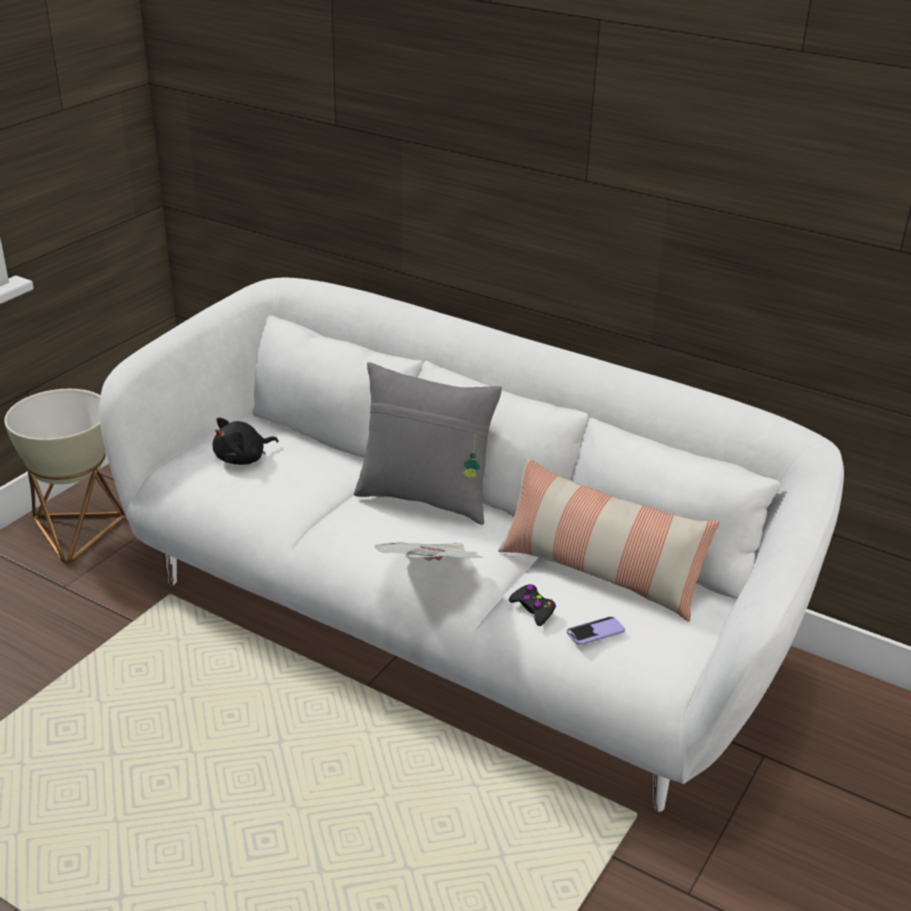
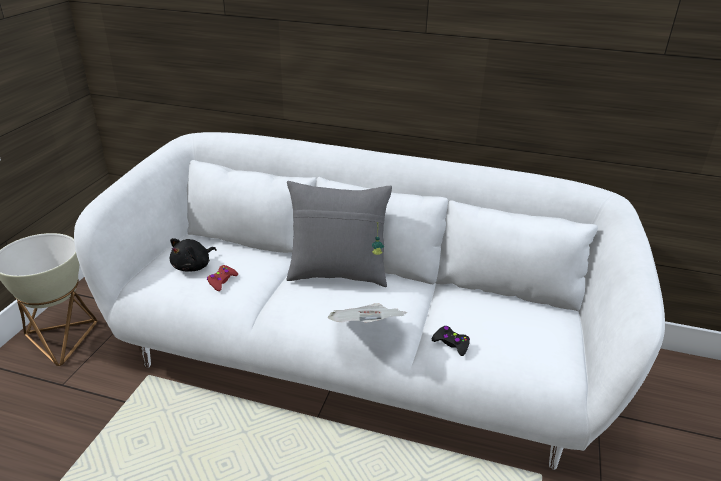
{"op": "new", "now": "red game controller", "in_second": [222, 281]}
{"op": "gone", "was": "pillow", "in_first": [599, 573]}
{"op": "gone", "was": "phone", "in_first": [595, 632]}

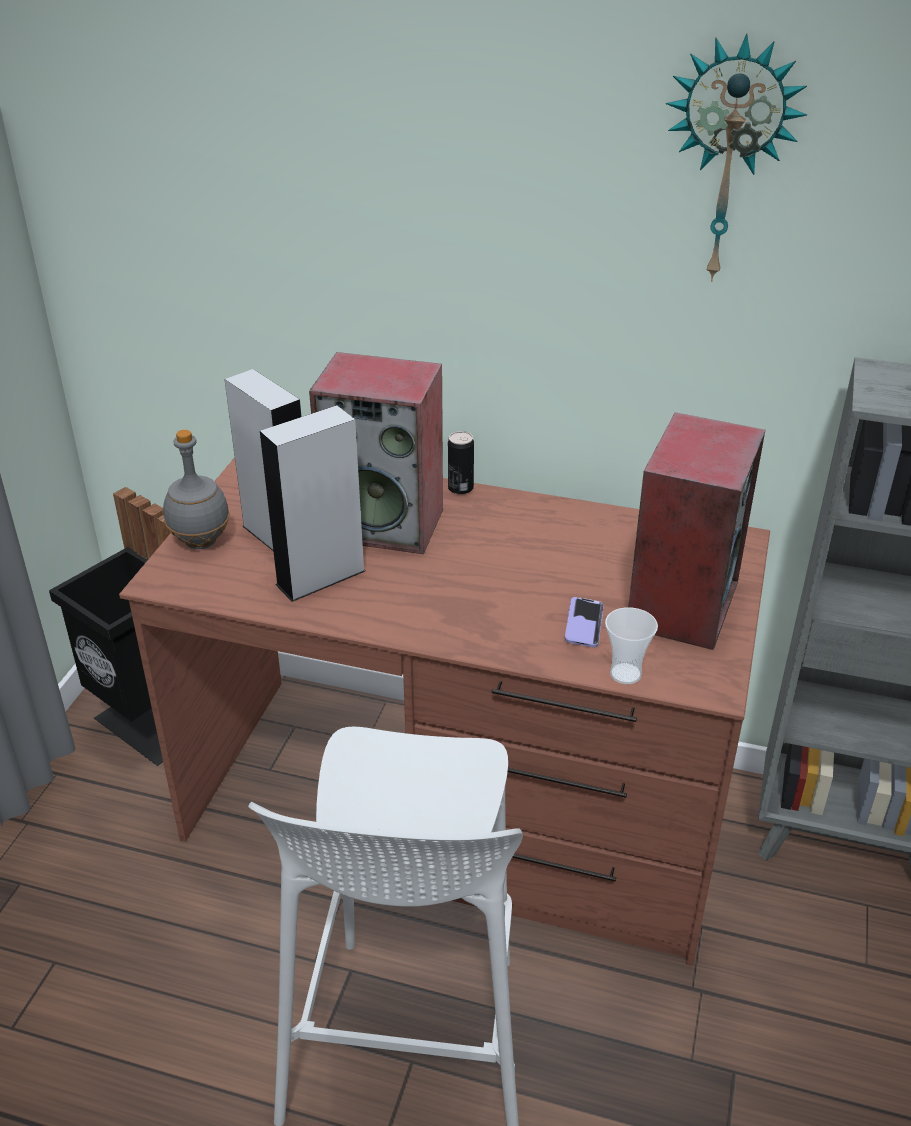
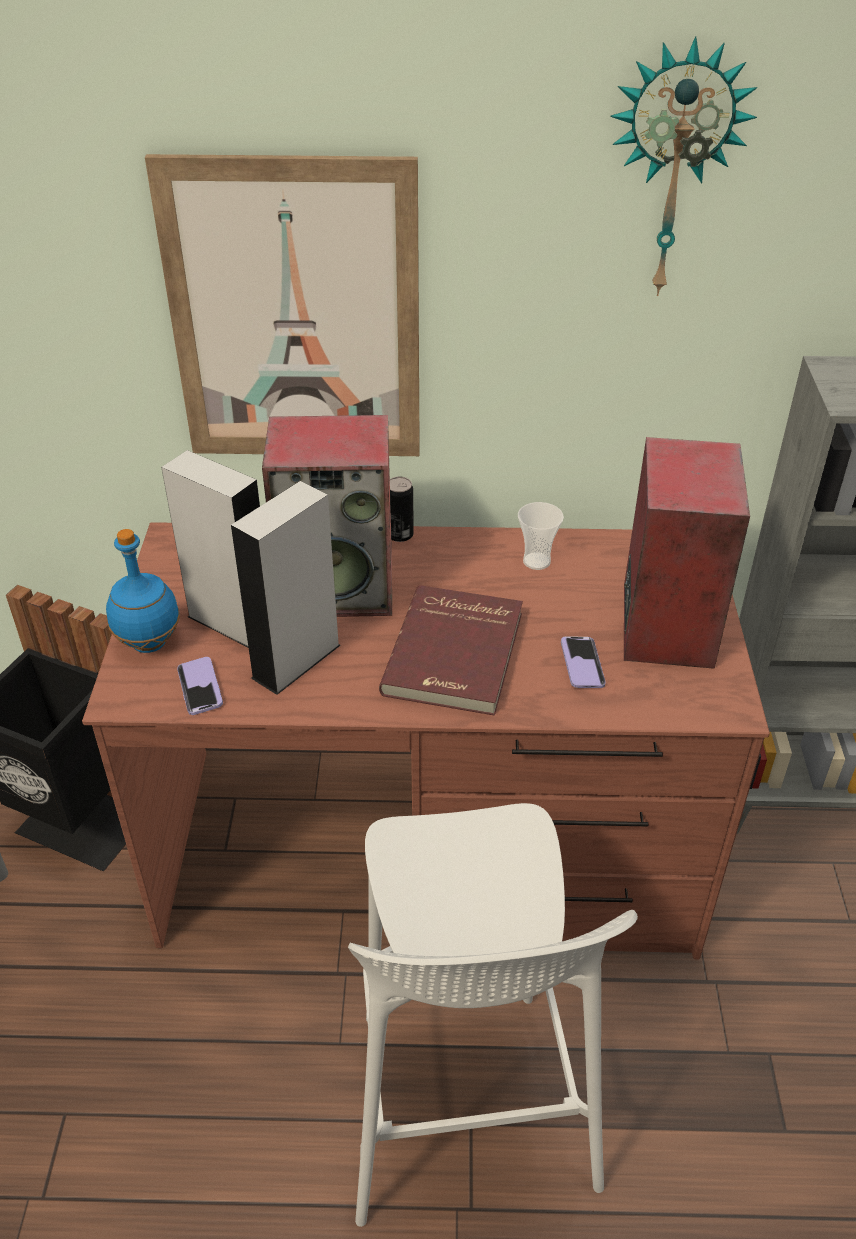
{"op": "repainted", "was": "grey bottle", "now": "blue bottle", "in_first": [202, 542], "in_second": [150, 643]}
{"op": "new", "now": "picture", "in_second": [295, 316]}
{"op": "new", "now": "phone", "in_second": [200, 687]}
{"op": "new", "now": "red book", "in_second": [457, 654]}
{"op": "shifted", "was": "cup", "in_first": [625, 674], "in_second": [536, 561]}

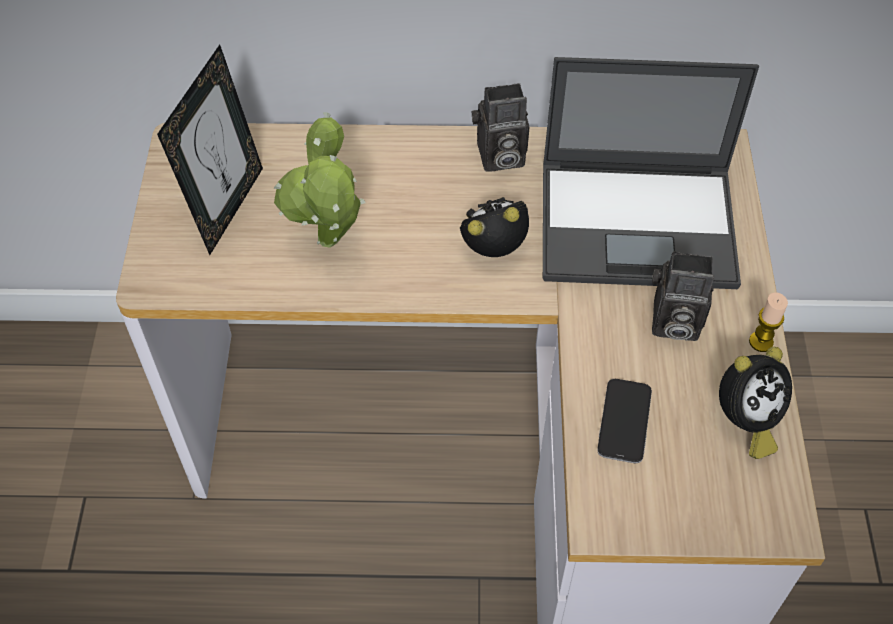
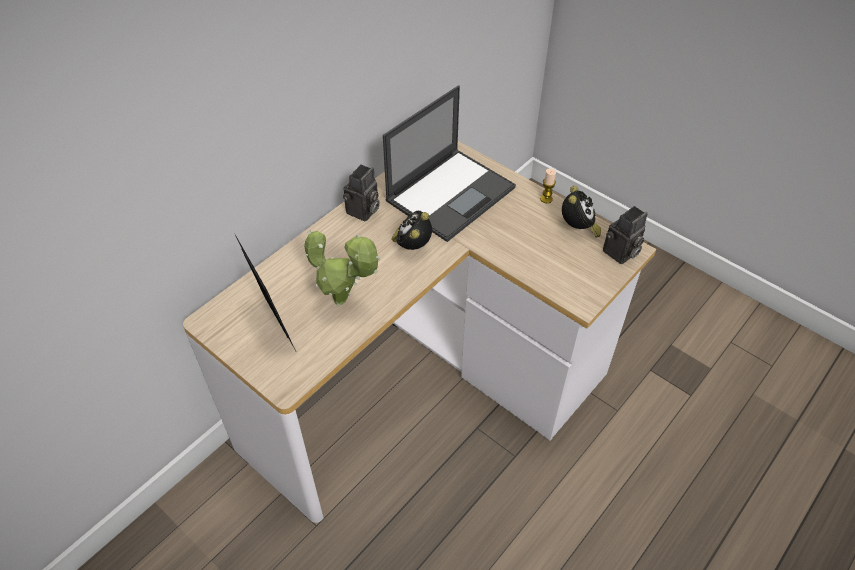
{"op": "shifted", "was": "photo camera", "in_first": [672, 323], "in_second": [620, 254]}
{"op": "gone", "was": "phone", "in_first": [624, 421]}

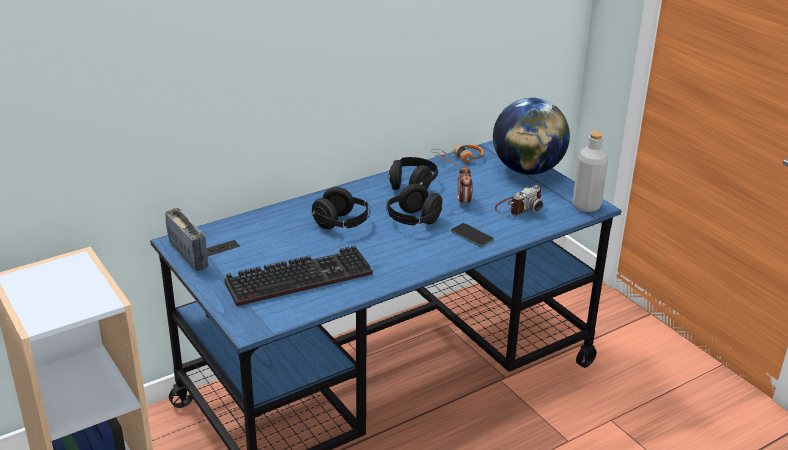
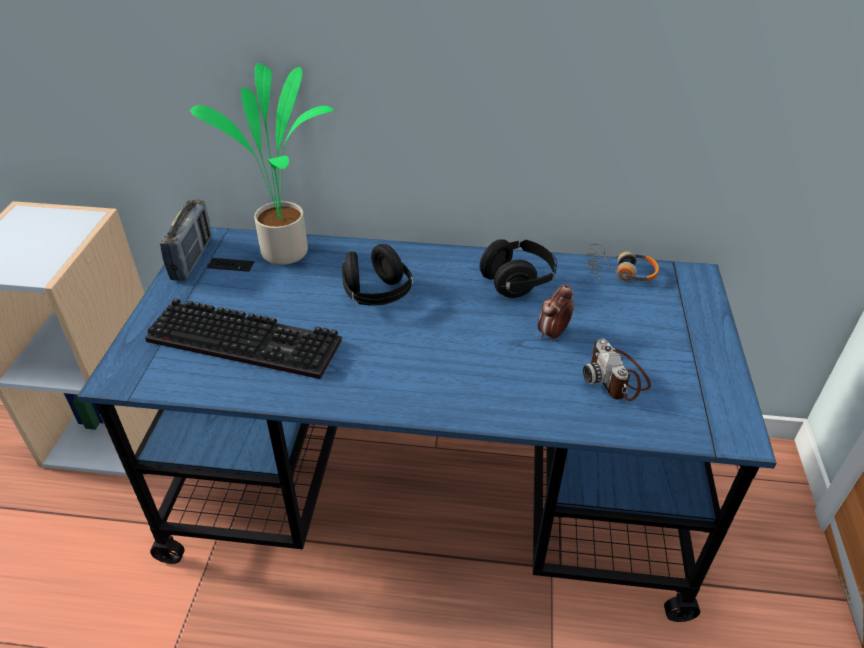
{"op": "new", "now": "potted plant", "in_second": [287, 251]}
{"op": "rotated", "was": "photo camera", "in_first": [518, 207], "in_second": [617, 377], "clockwise": 75}
{"op": "gone", "was": "black headphones", "in_first": [413, 221]}
{"op": "gone", "was": "phone", "in_first": [472, 235]}
{"op": "gone", "was": "globe", "in_first": [527, 170]}
{"op": "gone", "was": "grey bottle", "in_first": [586, 206]}

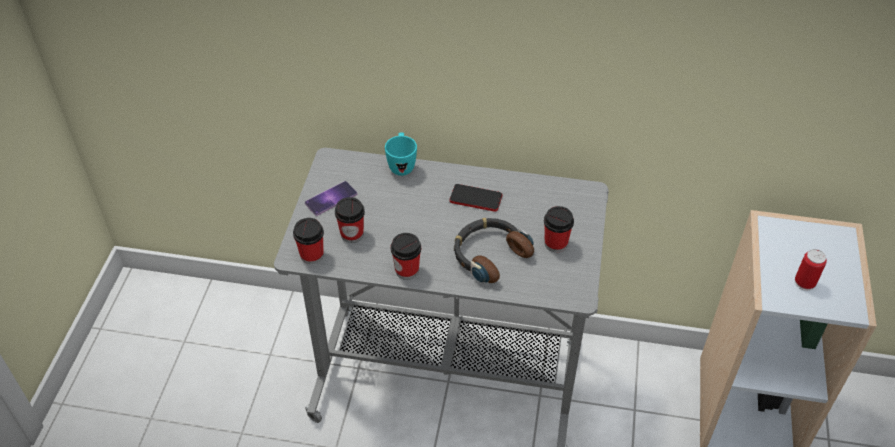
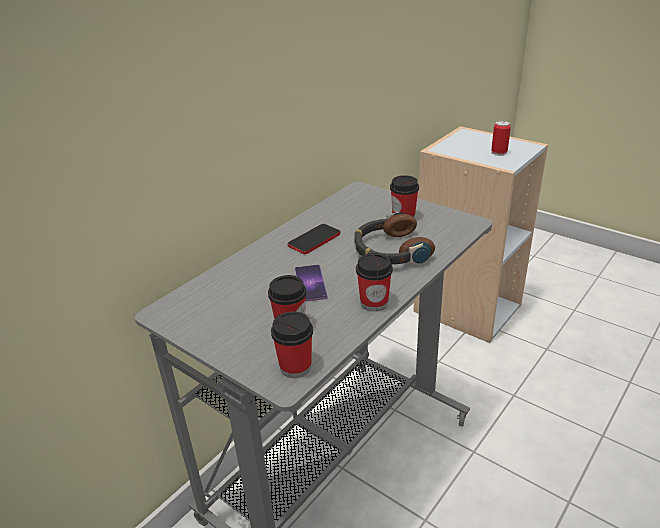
{"op": "shifted", "was": "phone", "in_first": [331, 198], "in_second": [310, 283]}
{"op": "gone", "was": "turquoise mug", "in_first": [401, 165]}

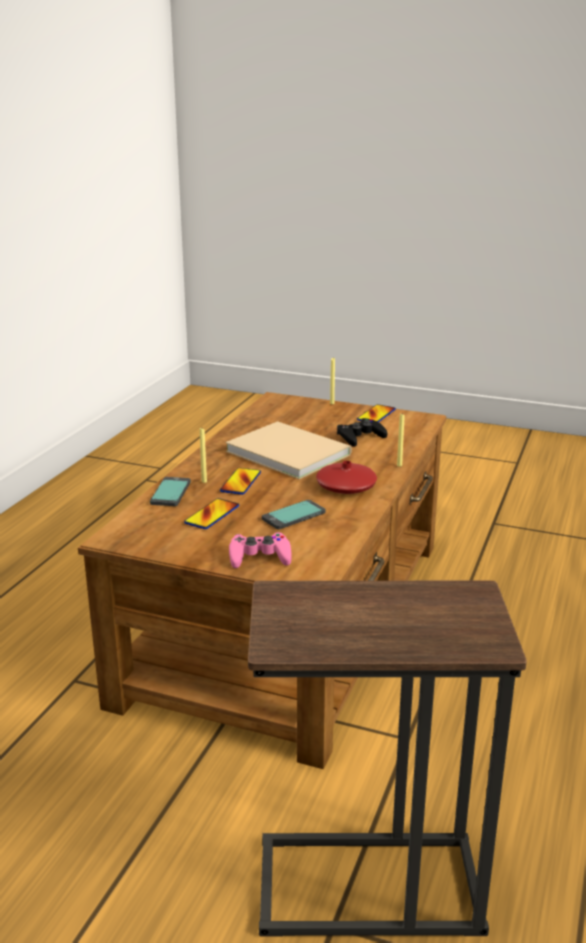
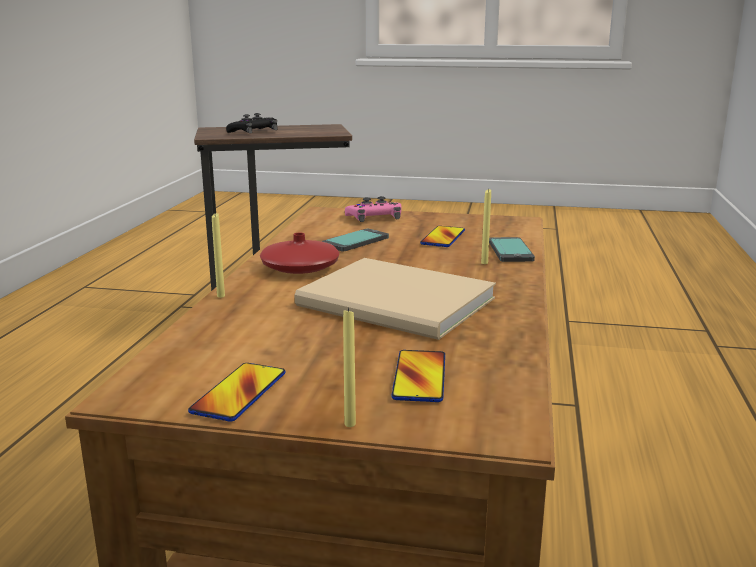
{"op": "shifted", "was": "black game controller", "in_first": [360, 437], "in_second": [253, 132]}
{"op": "shifted", "was": "phone", "in_first": [240, 482], "in_second": [419, 377]}

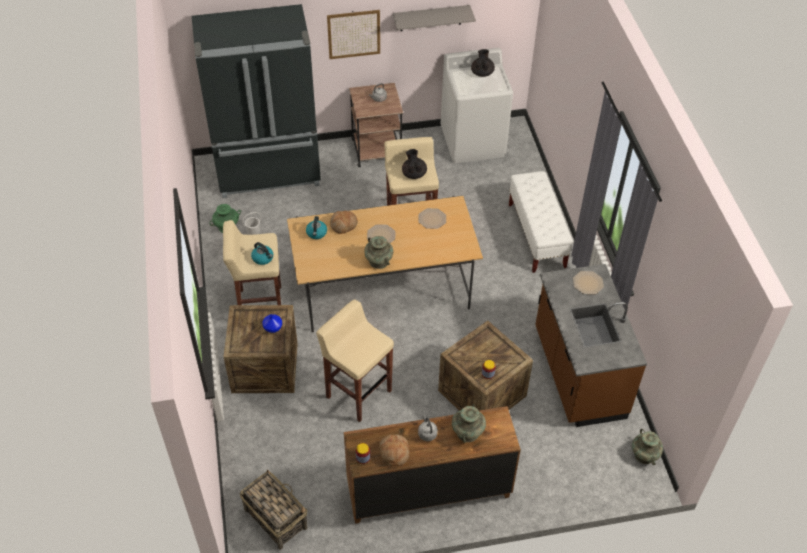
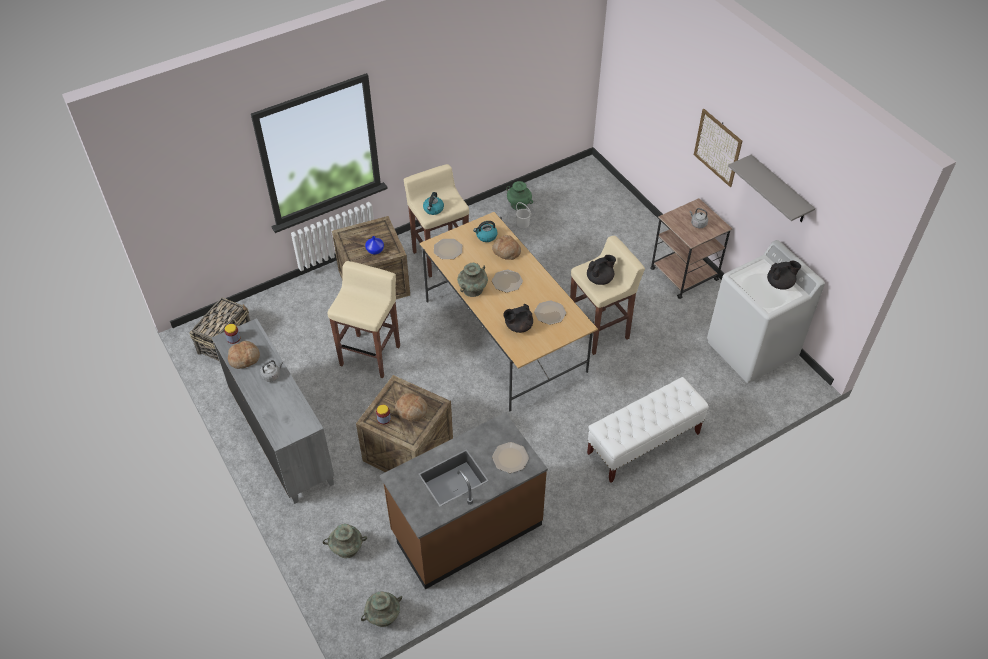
{"op": "repainted", "was": "brown dresser", "now": "grey dresser", "in_first": [428, 492], "in_second": [281, 438]}
{"op": "shifted", "was": "turquoise vase", "in_first": [467, 432], "in_second": [347, 548]}
{"op": "new", "now": "bread", "in_second": [411, 410]}
{"op": "new", "now": "plate", "in_second": [448, 250]}
{"op": "new", "now": "black teapot", "in_second": [518, 326]}
{"op": "gone", "was": "black fridge", "in_first": [269, 171]}

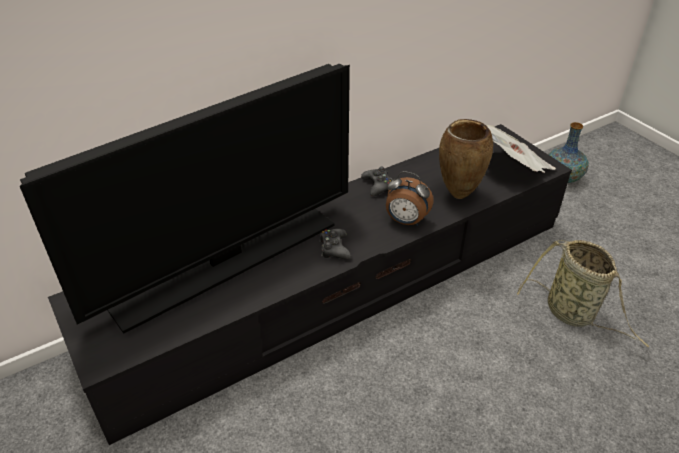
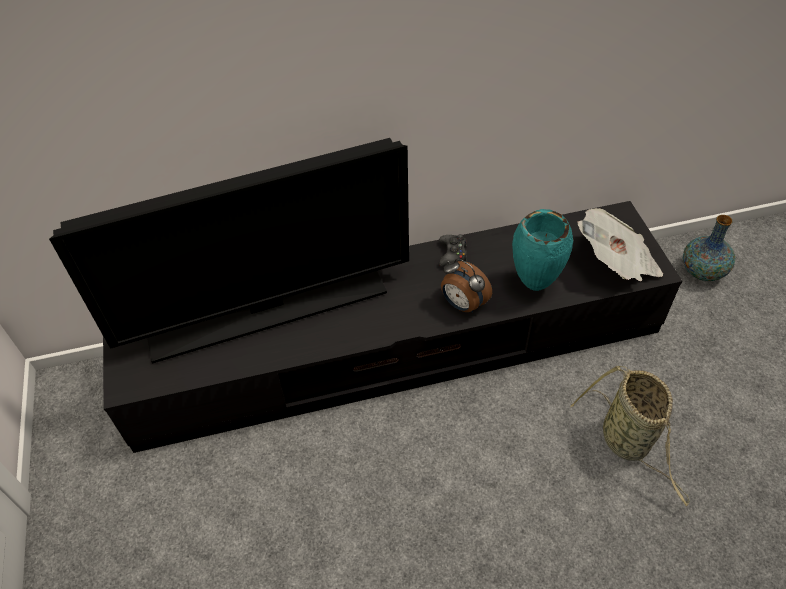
{"op": "repainted", "was": "brown vase", "now": "turquoise vase", "in_first": [457, 195], "in_second": [533, 285]}
{"op": "gone", "was": "black game controller", "in_first": [334, 248]}

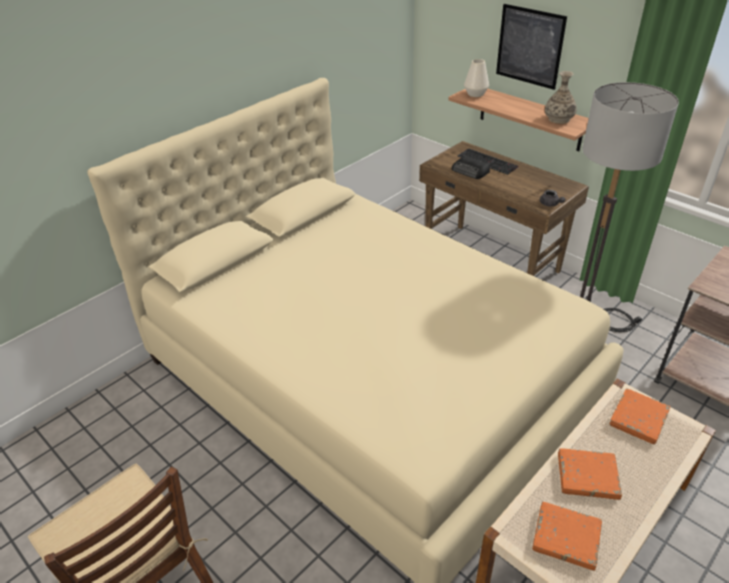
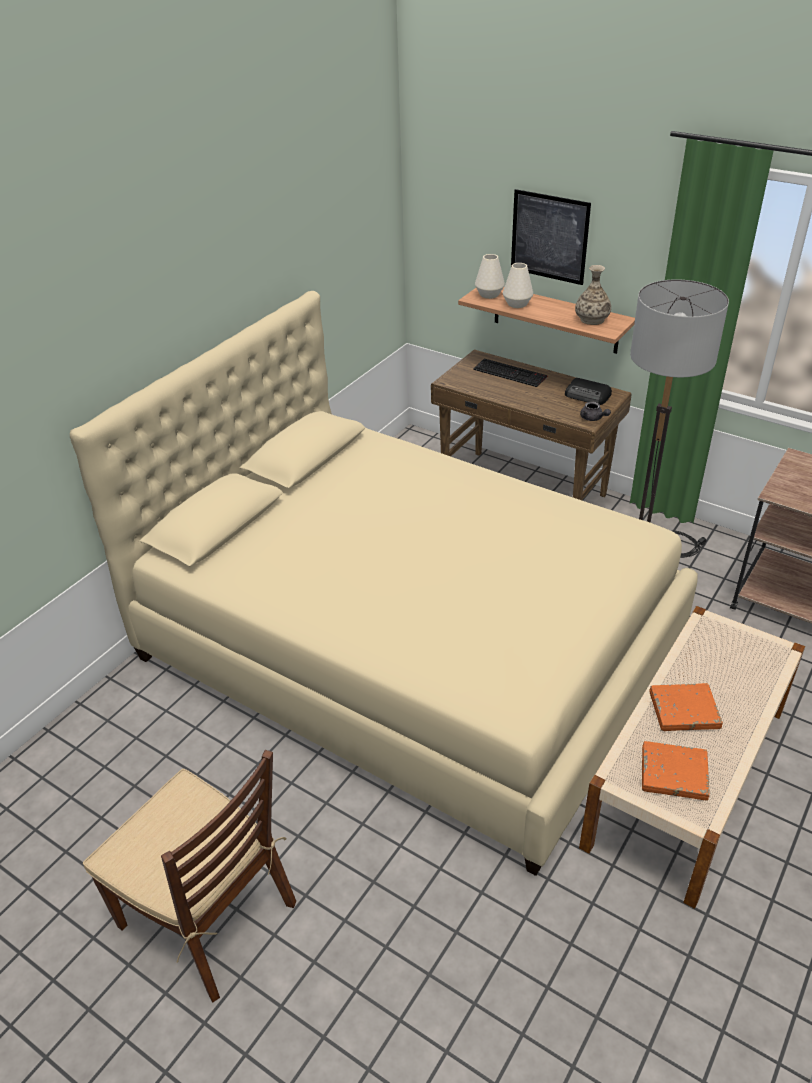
{"op": "new", "now": "white vase", "in_second": [517, 304]}
{"op": "shifted", "was": "radio", "in_first": [470, 171], "in_second": [588, 396]}
{"op": "gone", "was": "orange book", "in_first": [638, 418]}

